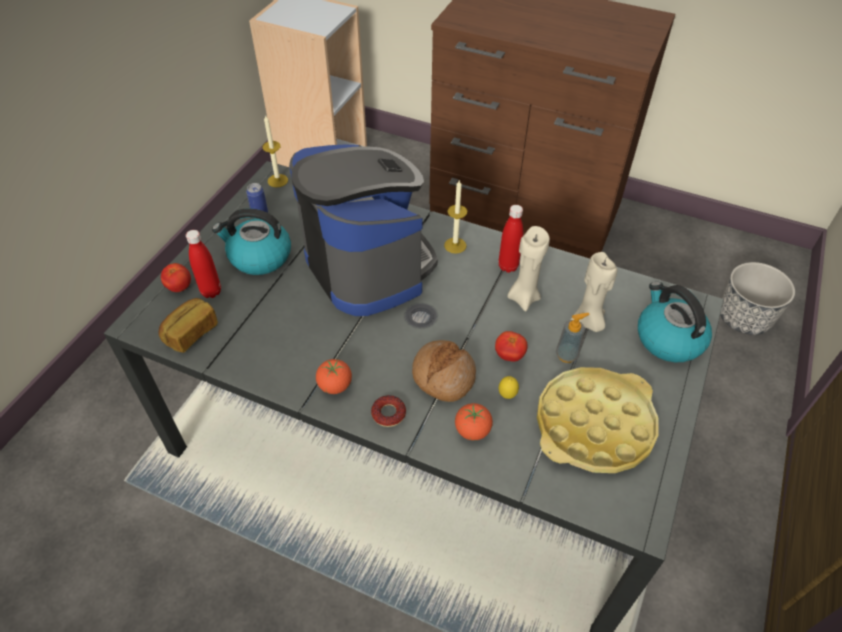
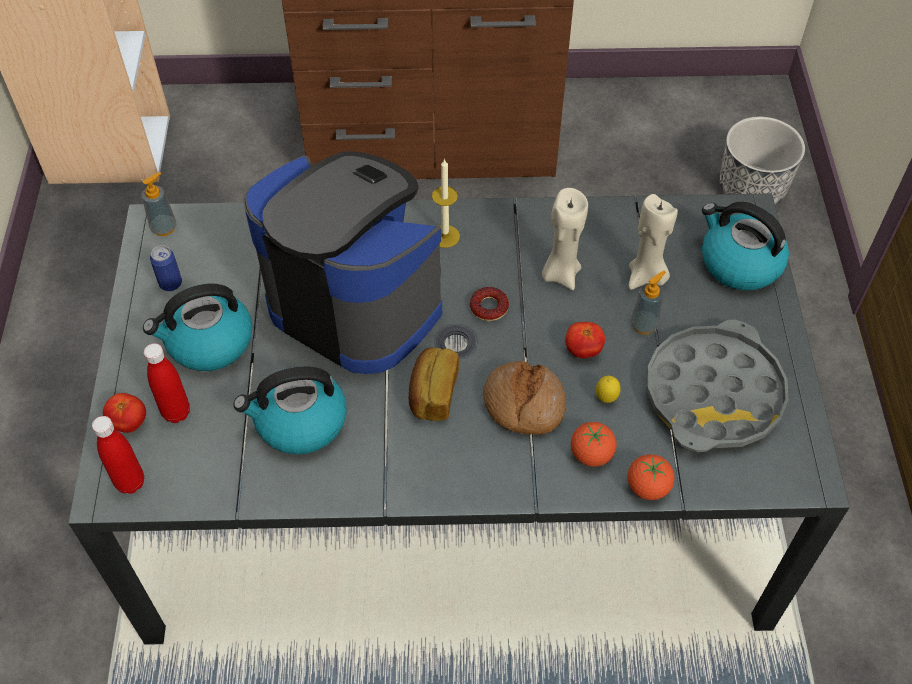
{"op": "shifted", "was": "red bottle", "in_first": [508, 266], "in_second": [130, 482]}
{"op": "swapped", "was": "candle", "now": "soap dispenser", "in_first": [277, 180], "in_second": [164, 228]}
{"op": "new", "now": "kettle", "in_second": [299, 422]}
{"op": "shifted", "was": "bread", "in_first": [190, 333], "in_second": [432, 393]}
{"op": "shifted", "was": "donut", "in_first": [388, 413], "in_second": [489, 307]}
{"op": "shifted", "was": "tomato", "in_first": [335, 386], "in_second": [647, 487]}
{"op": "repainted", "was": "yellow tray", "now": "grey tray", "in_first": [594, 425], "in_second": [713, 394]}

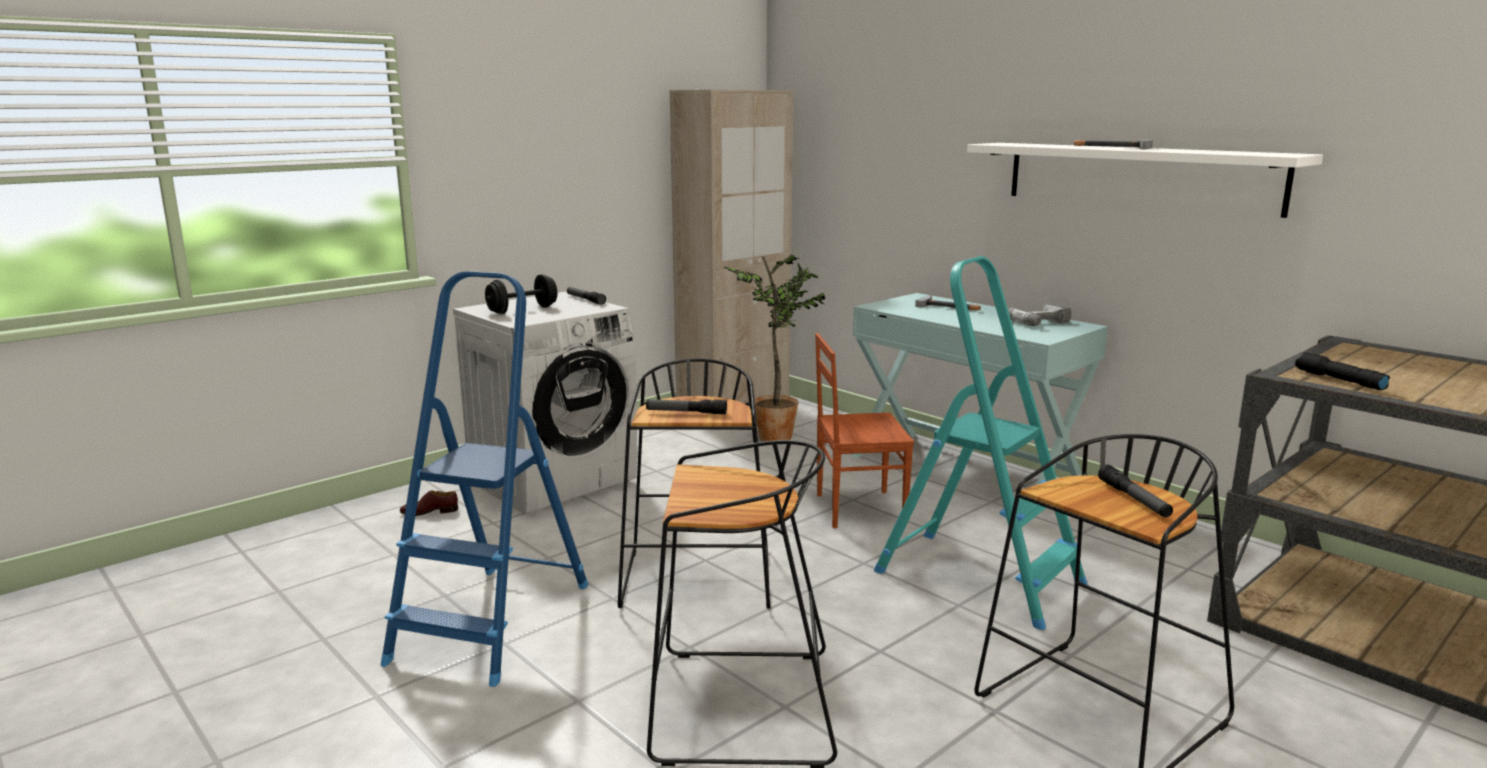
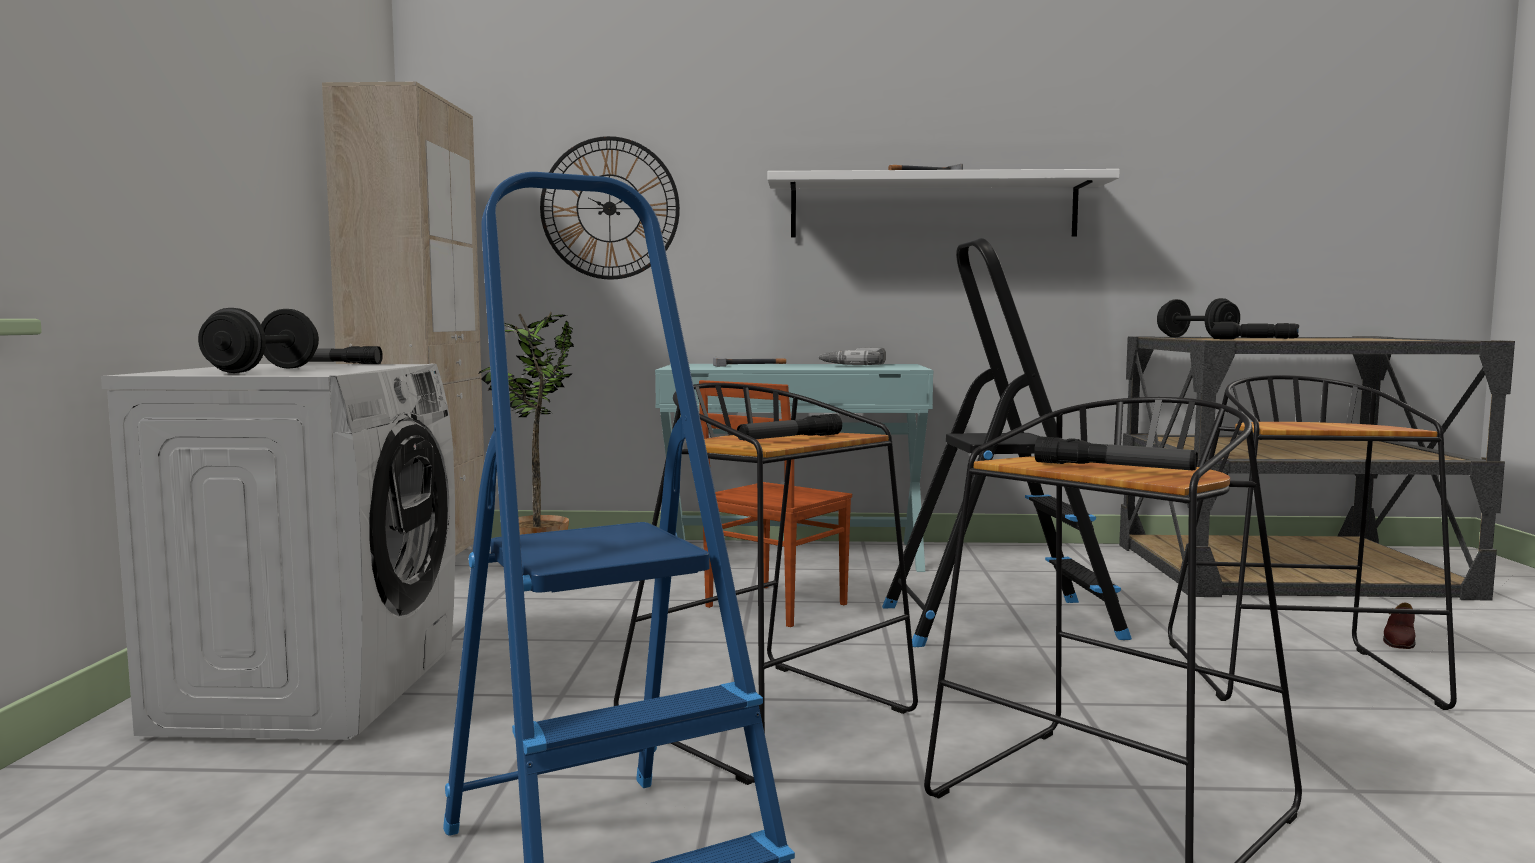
{"op": "new", "now": "wall clock", "in_second": [609, 208]}
{"op": "repainted", "was": "turquoise step ladder", "now": "black step ladder", "in_first": [981, 578], "in_second": [1003, 622]}
{"op": "shifted", "was": "flashlight", "in_first": [1134, 499], "in_second": [1113, 468]}
{"op": "new", "now": "black dumbbell", "in_second": [1196, 337]}
{"op": "shifted", "was": "brown shoe", "in_first": [429, 512], "in_second": [1399, 640]}

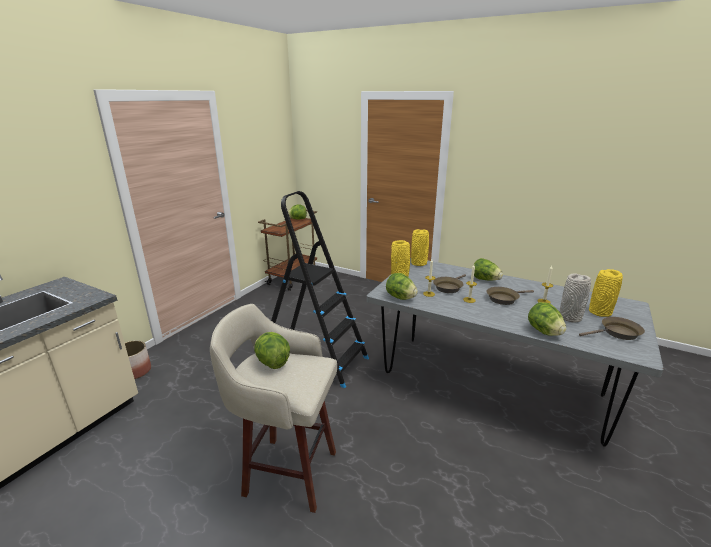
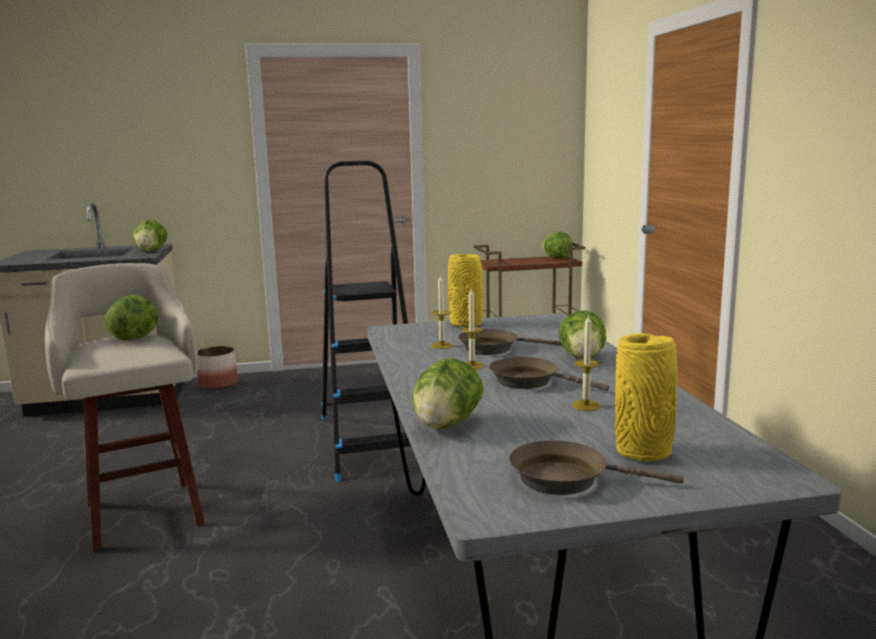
{"op": "shifted", "was": "lettuce", "in_first": [400, 297], "in_second": [151, 251]}
{"op": "rotated", "was": "brown frying pan", "in_first": [617, 333], "in_second": [567, 479], "clockwise": 150}
{"op": "gone", "was": "yellow vase", "in_first": [419, 263]}
{"op": "gone", "was": "grey vase", "in_first": [570, 318]}

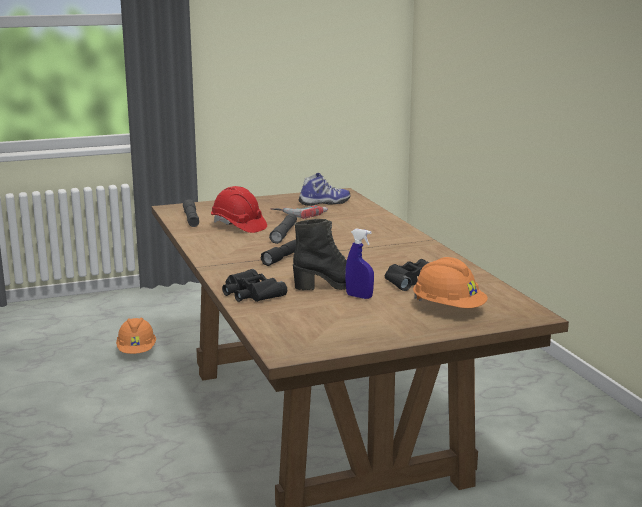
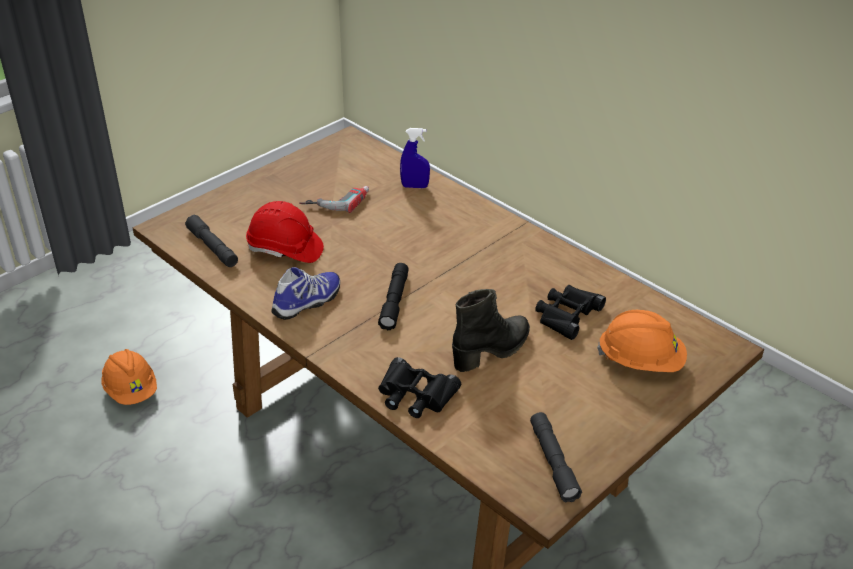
{"op": "shifted", "was": "shoe", "in_first": [325, 203], "in_second": [308, 303]}
{"op": "shifted", "was": "blue spray bottle", "in_first": [359, 296], "in_second": [415, 186]}
{"op": "shifted", "was": "grey flashlight", "in_first": [284, 233], "in_second": [553, 462]}

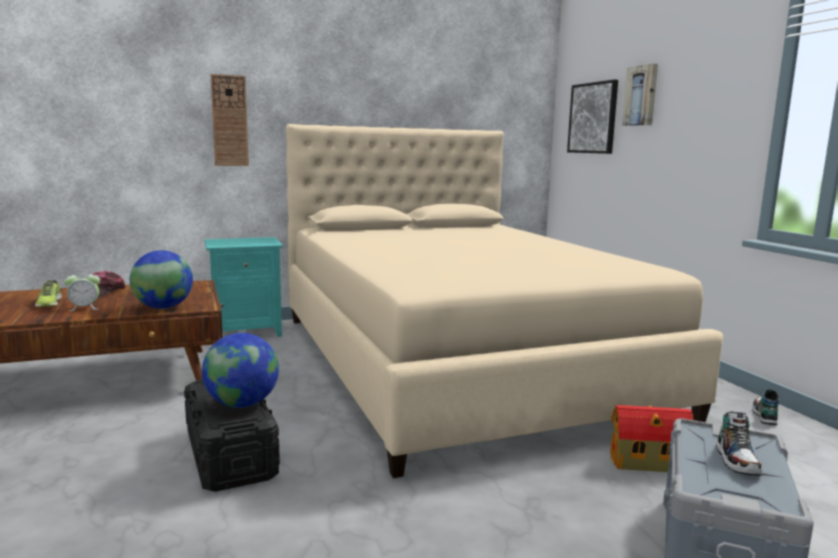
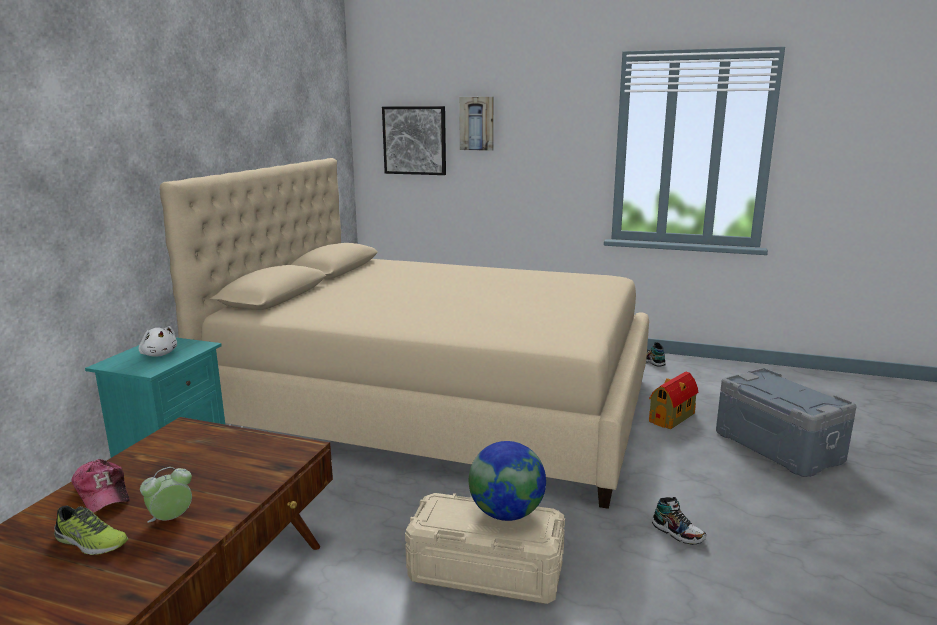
{"op": "new", "now": "white plush toy", "in_second": [159, 354]}
{"op": "rotated", "was": "alarm clock", "in_first": [84, 308], "in_second": [171, 519], "clockwise": -150}
{"op": "repainted", "was": "black storage box", "now": "beige storage box", "in_first": [230, 453], "in_second": [485, 571]}
{"op": "shifted", "was": "shoe", "in_first": [737, 461], "in_second": [677, 533]}
{"op": "gone", "was": "globe", "in_first": [163, 307]}
{"op": "gone", "was": "wall clock", "in_first": [230, 121]}

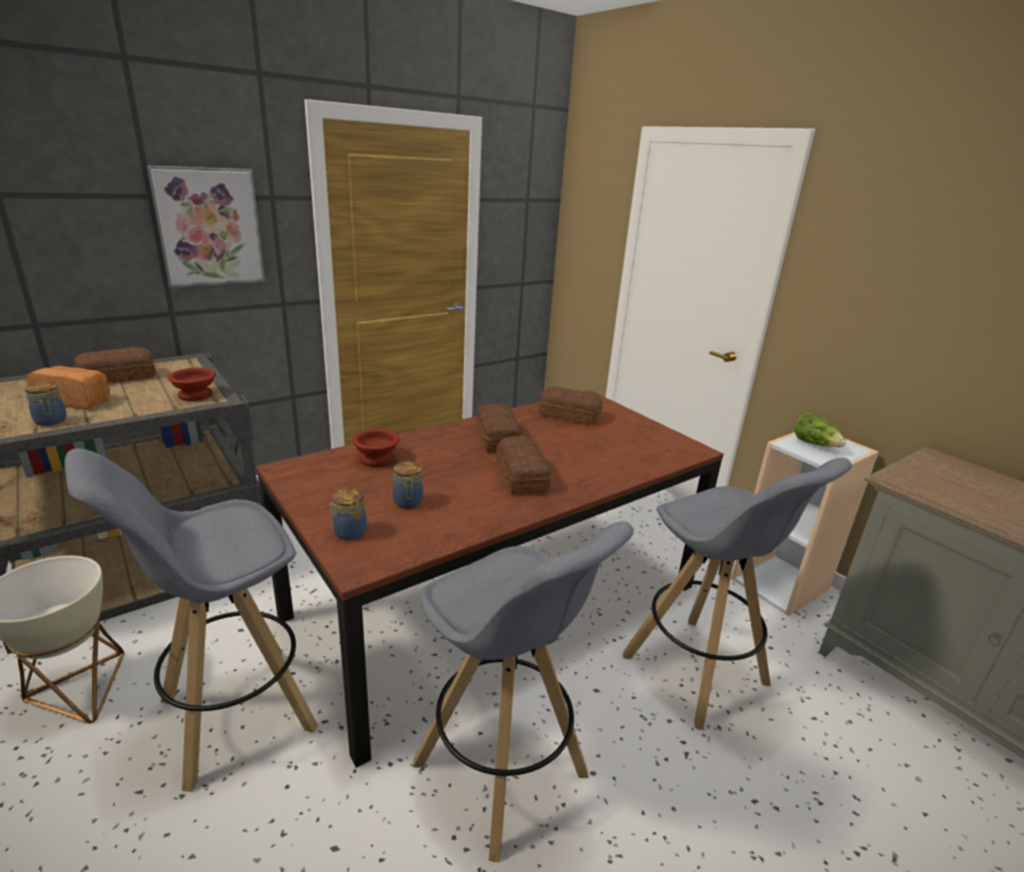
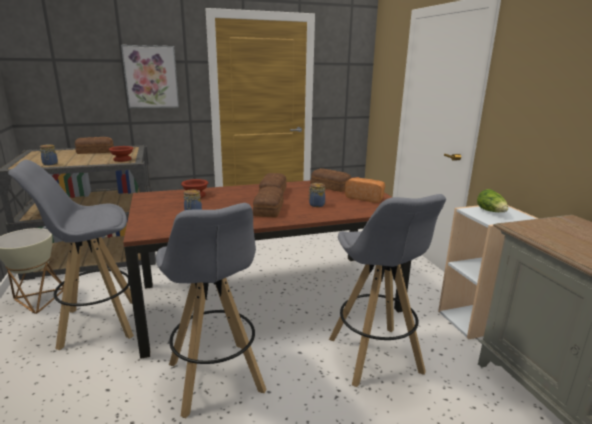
{"op": "shifted", "was": "jar", "in_first": [348, 533], "in_second": [316, 205]}
{"op": "shifted", "was": "bread", "in_first": [76, 400], "in_second": [365, 198]}

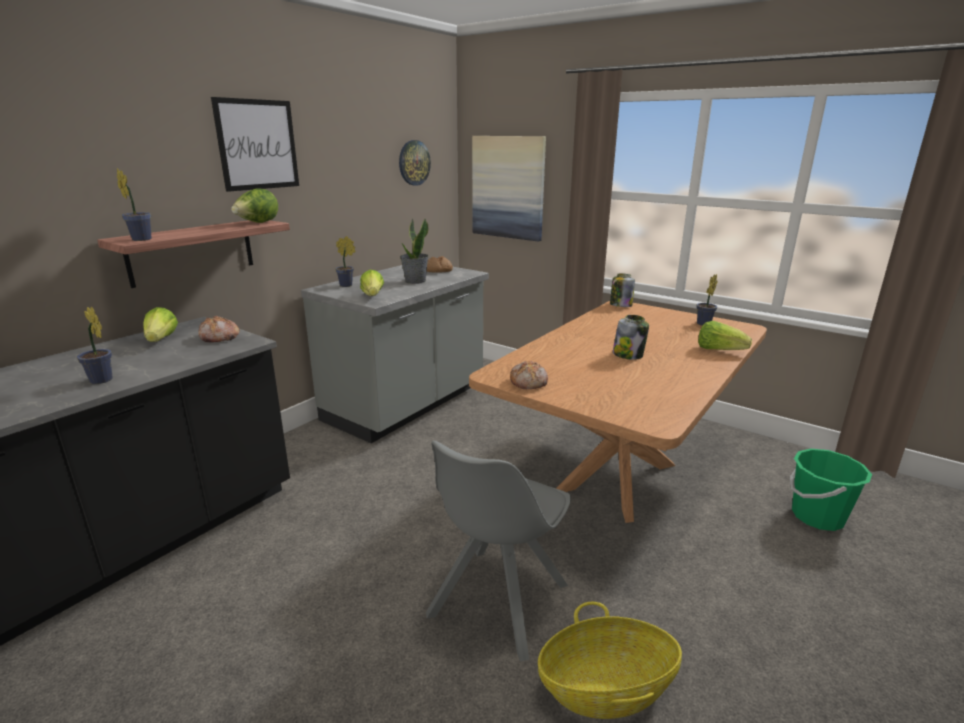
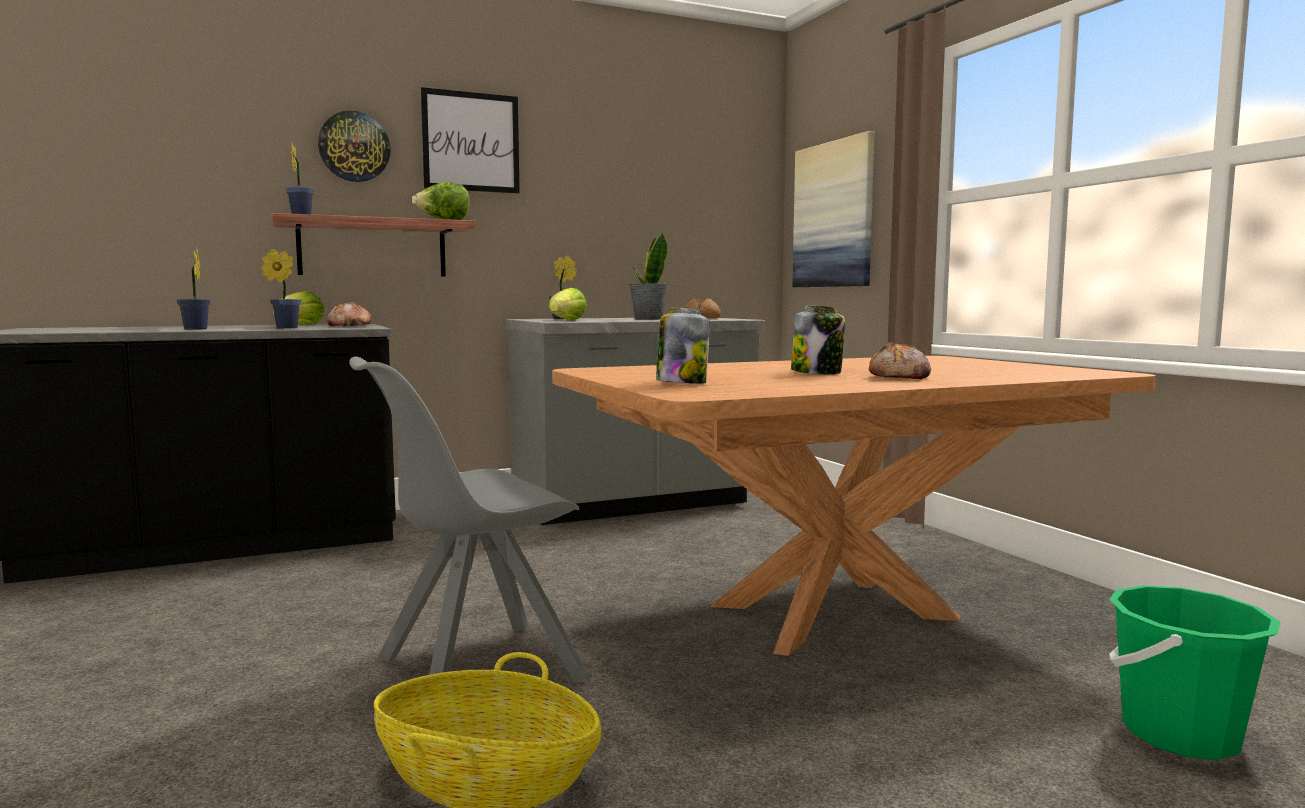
{"op": "shifted", "was": "potted plant", "in_first": [703, 324], "in_second": [284, 328]}
{"op": "shifted", "was": "wall clock", "in_first": [414, 163], "in_second": [354, 147]}
{"op": "shifted", "was": "jar", "in_first": [620, 305], "in_second": [681, 383]}
{"op": "shifted", "was": "bread", "in_first": [529, 382], "in_second": [900, 377]}
{"op": "gone", "was": "lettuce", "in_first": [719, 350]}

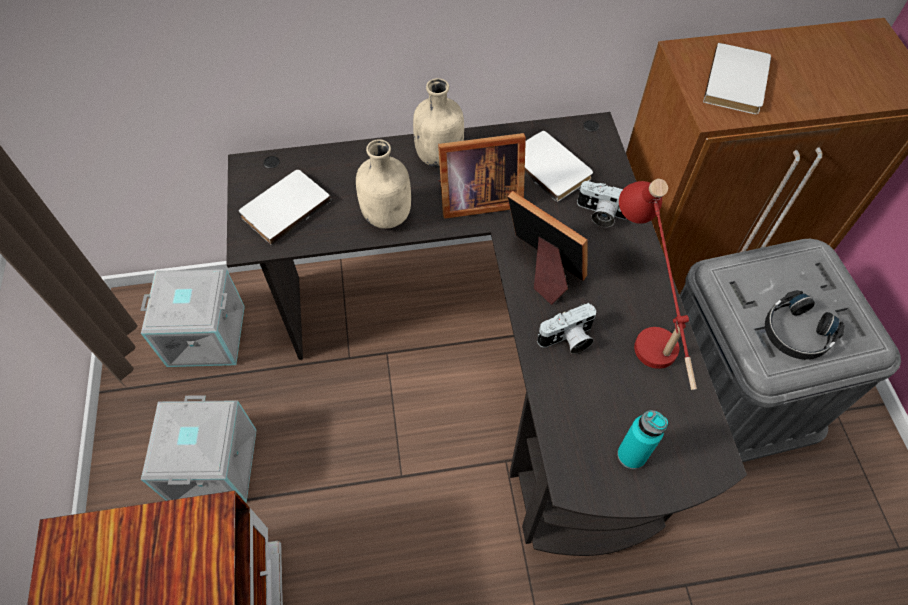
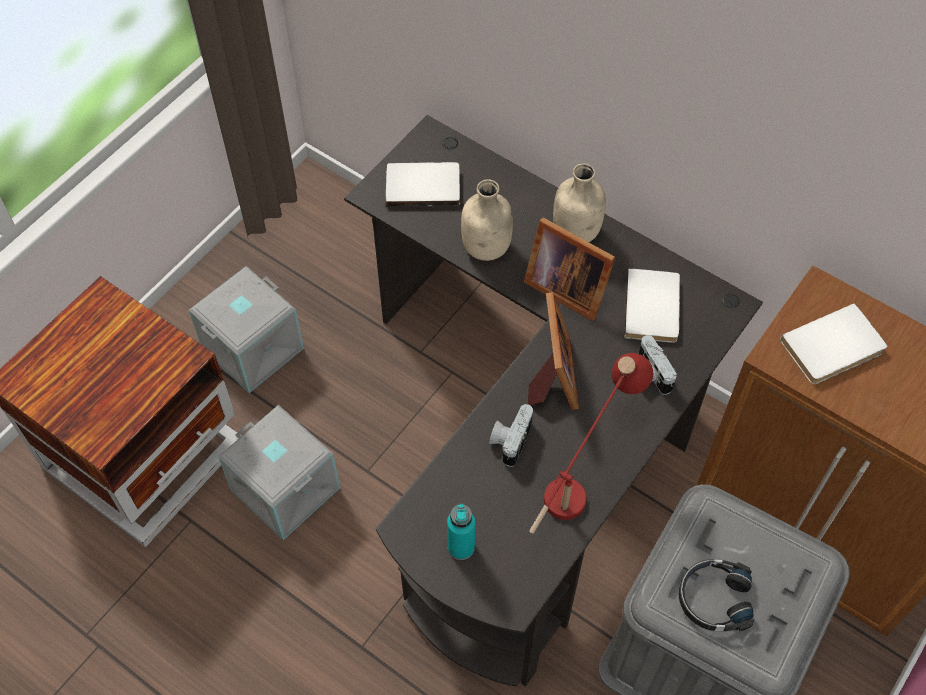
{"op": "shifted", "was": "grey storage box", "in_first": [207, 334], "in_second": [287, 488]}
{"op": "rotated", "was": "photo camera", "in_first": [568, 340], "in_second": [510, 439], "clockwise": 90}

